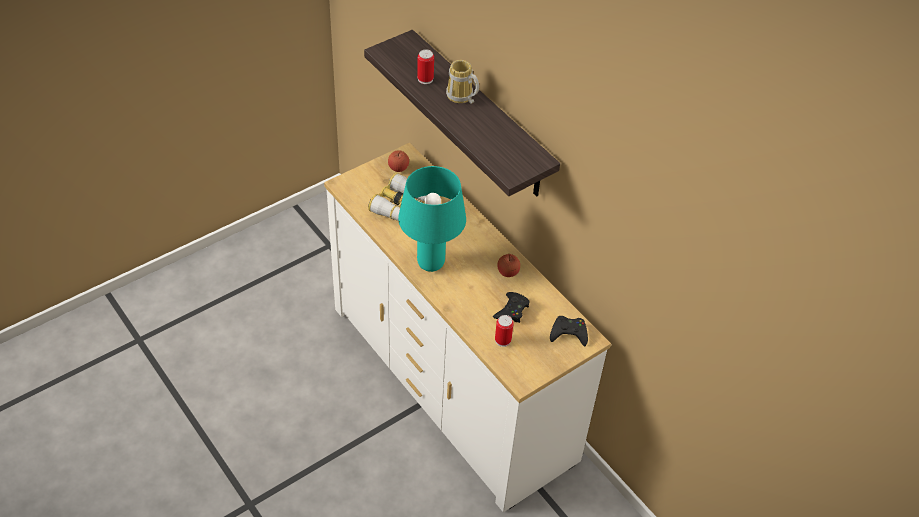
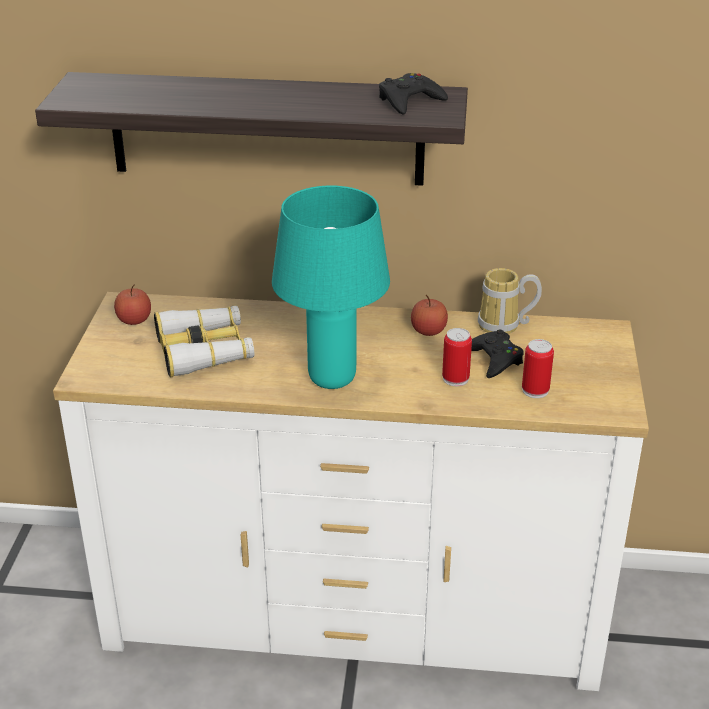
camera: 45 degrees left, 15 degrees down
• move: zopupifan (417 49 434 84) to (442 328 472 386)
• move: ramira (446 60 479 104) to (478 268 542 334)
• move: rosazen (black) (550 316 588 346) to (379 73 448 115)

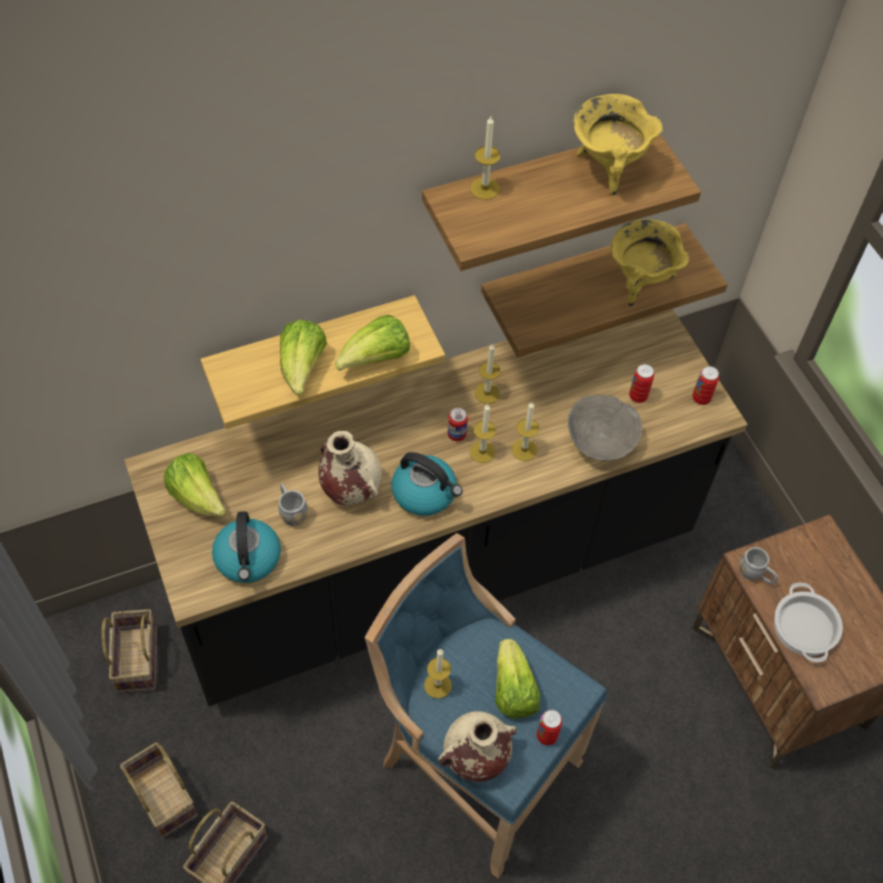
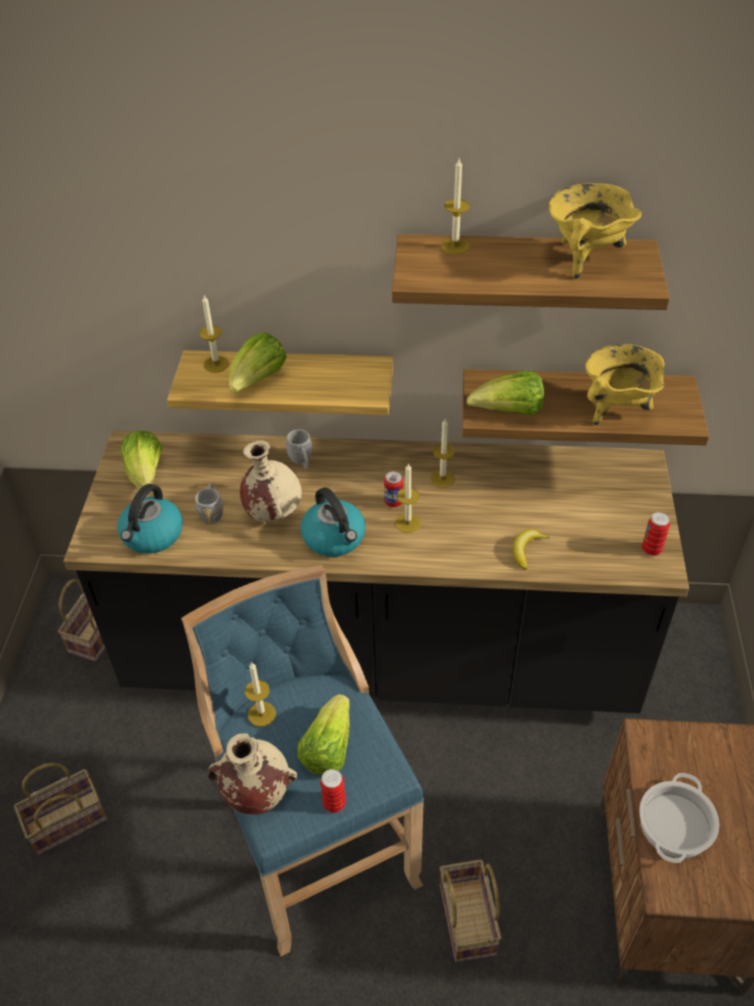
camera: 30 degrees right, 10 degrees down
• move: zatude (335 315 410 371) to (467 371 544 415)
• delete: zopupifan (629 364 654 403)
• replace: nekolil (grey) (568 395 643 461) to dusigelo (513 529 550 570)
• move: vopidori (512 402 539 461) to (200 295 229 373)
• move: ramira (grey) (739 547 778 584) to (286 429 312 469)
• move: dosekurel (120 742 198 838) to (440 859 502 962)

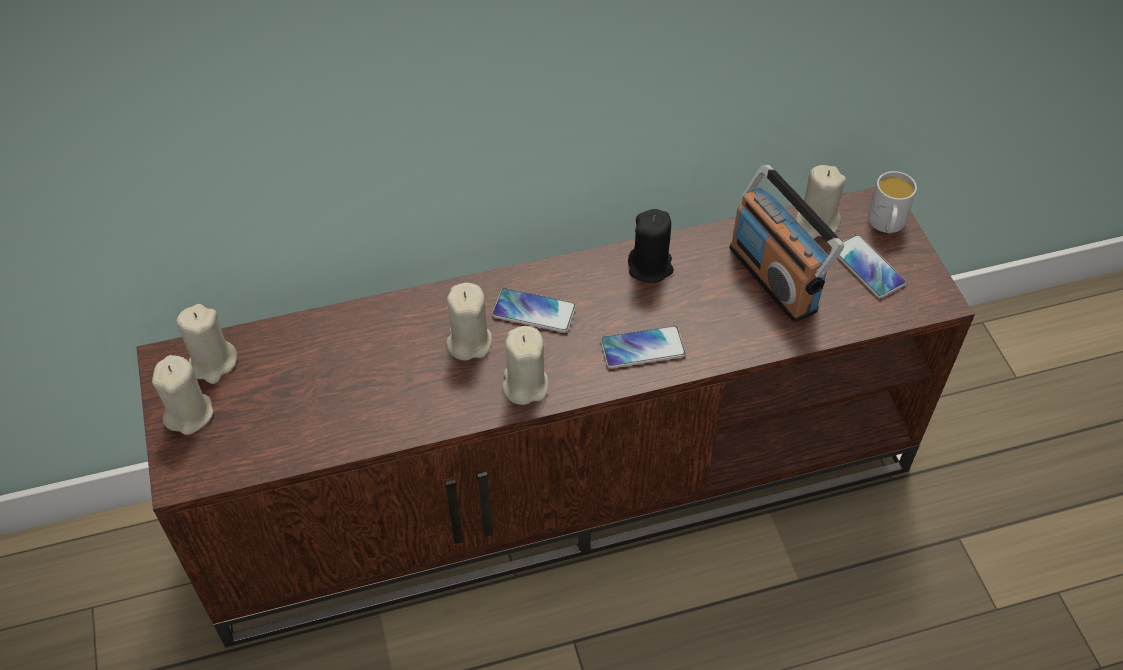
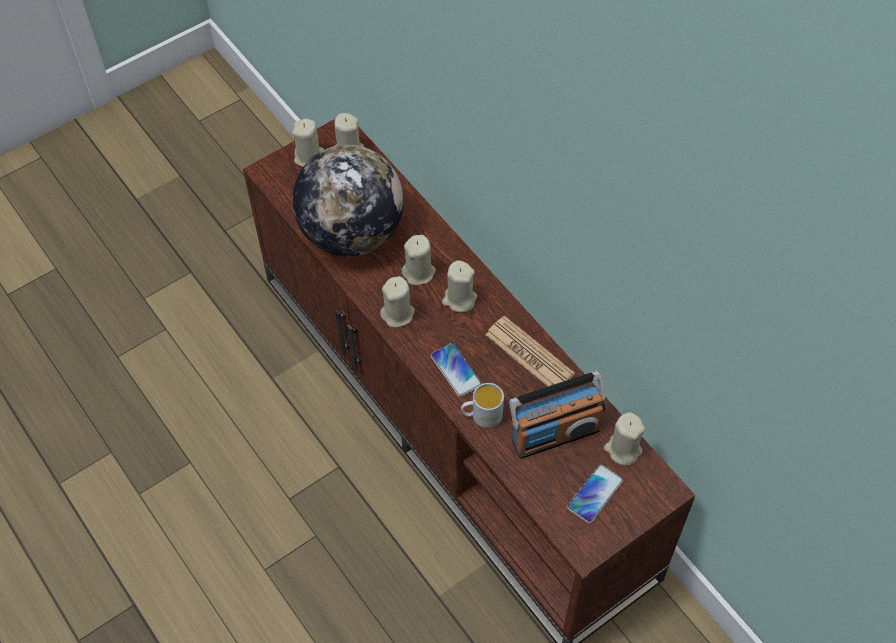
camera: 70 degrees right, 5 degrees up
• rotate: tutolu (729 165 844 323) = (509 371 605 459) 150 degrees counterclockwise
• move: ramira (white) (868 171 917 234) to (461 383 504 428)
• replace: vopidori (black) (628 209 674 283) to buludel (485 316 575 386)
• replace: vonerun (492 288 576 333) to vopidori (beige) (442 261 477 313)
• insert: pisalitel (292 145 404 257)

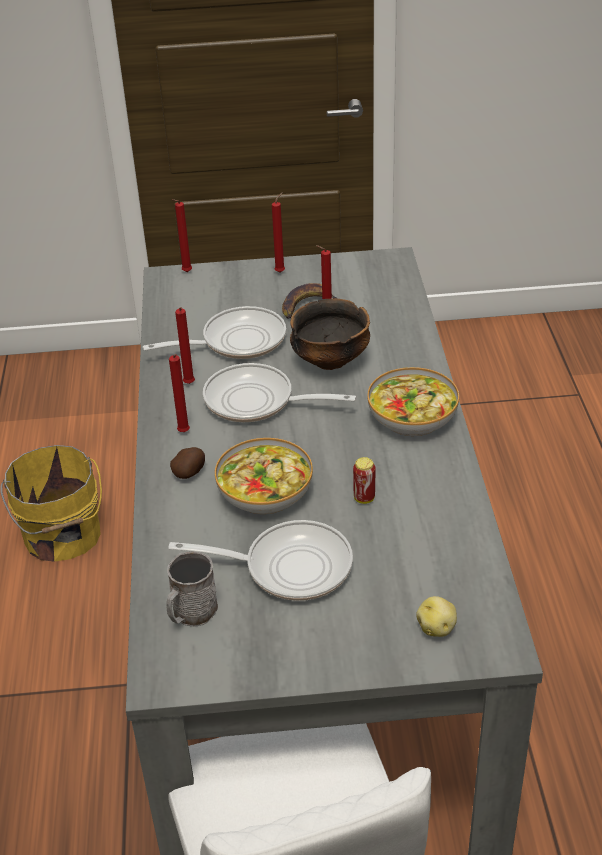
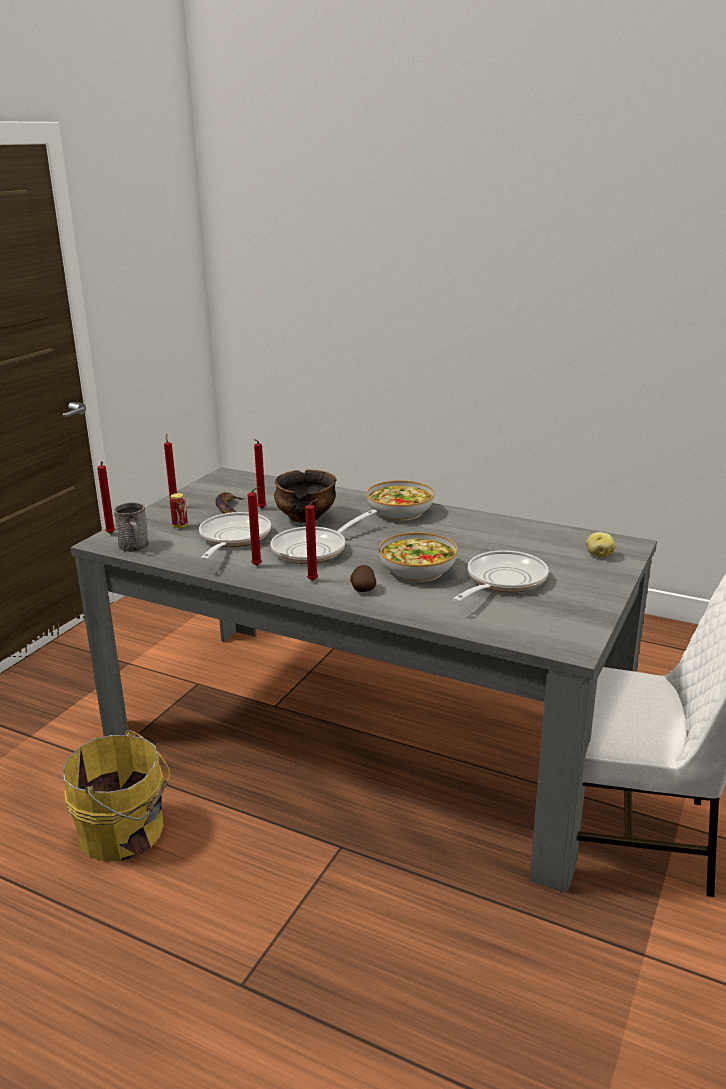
camera: 60 degrees left, 15 degrees down
• move: zopupifan (353 457 375 504) to (170 493 188 528)
• move: ramira (grey) (166 551 218 627) to (114 502 149 552)

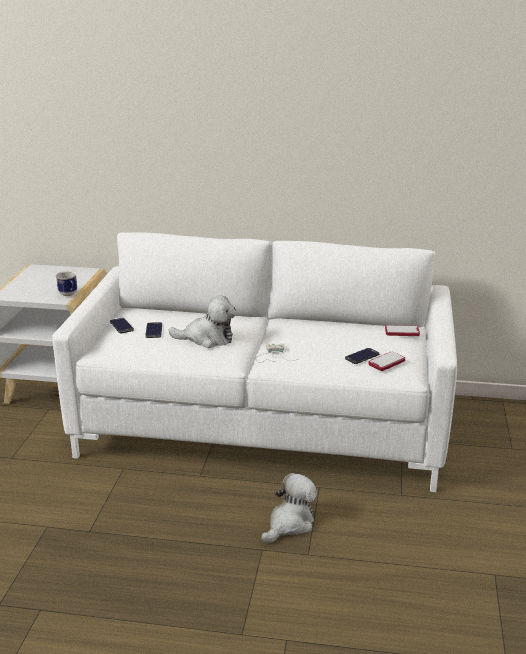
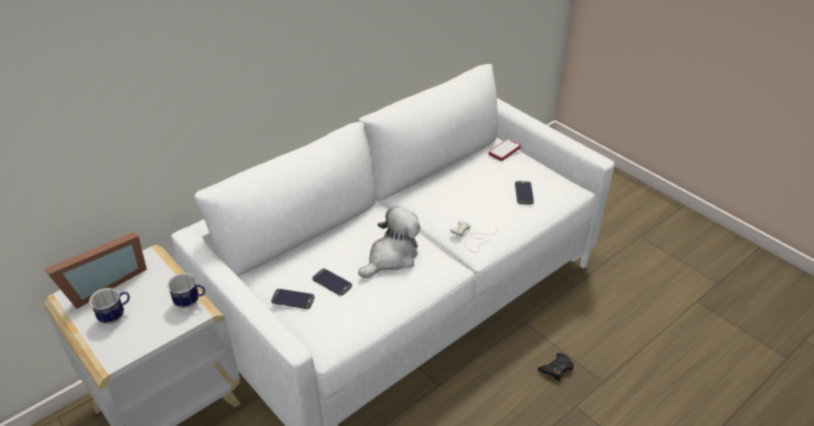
camera: 50 degrees left, 15 degrees up
• delete: vonerun (368 352 405 371)
• replace: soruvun (261 473 317 543) to rosazen (black) (538 353 574 381)
• insert: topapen (44 232 147 309)
• insert: ramira (89 288 130 325)

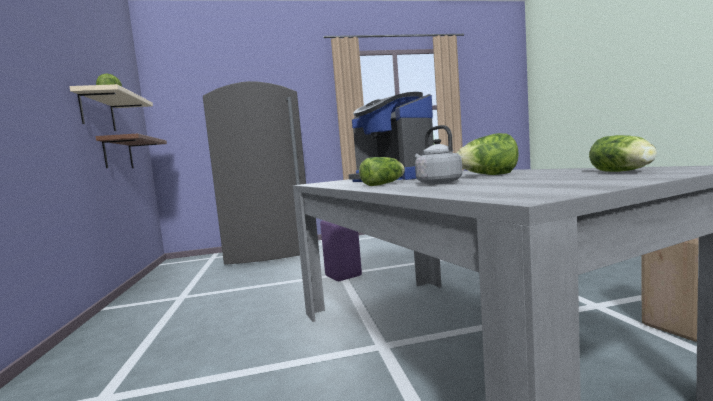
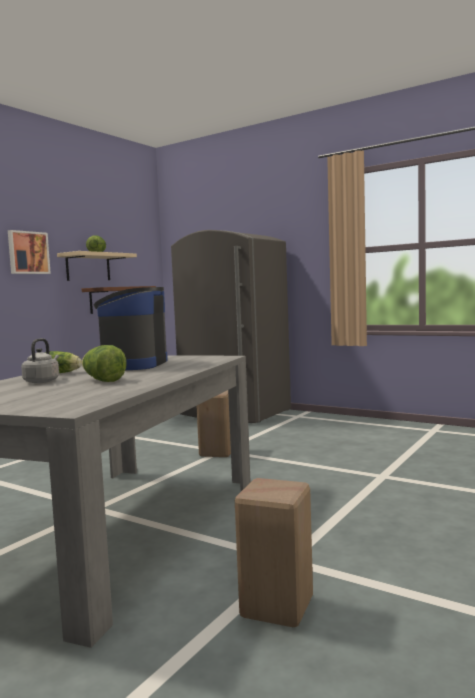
camera: 45 degrees right, 0 degrees up
• delete: zatude (589 135 657 172)
• recolor: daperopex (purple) (320 220 362 281) to daperopex (beige) (197 390 231 457)
• insert: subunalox (8 230 51 274)

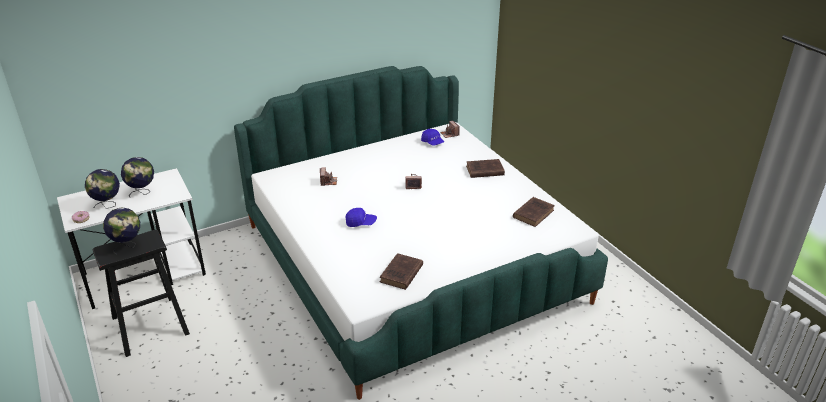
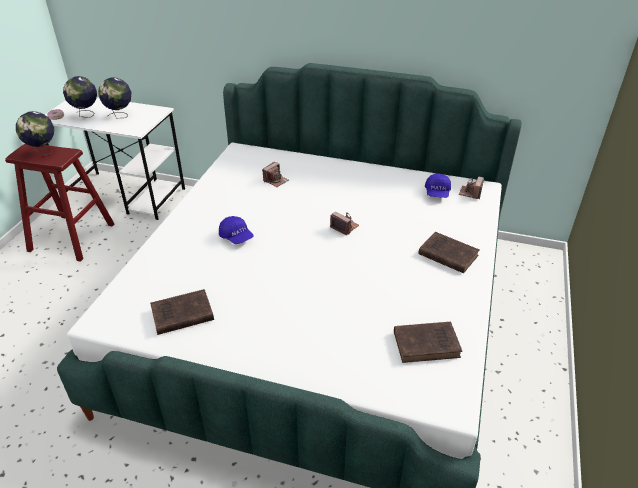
camera: 45 degrees right, 5 degrees up
• recolor: daperopex (black) (92 230 190 357) to daperopex (red) (5 144 114 262)

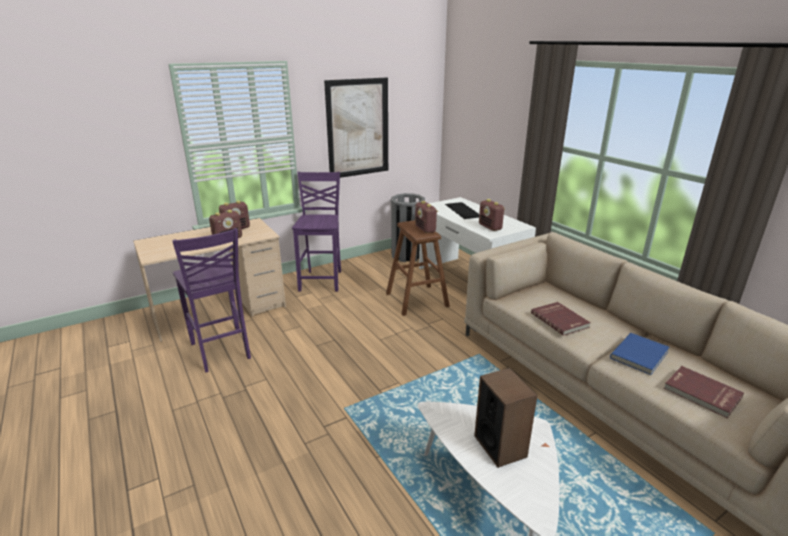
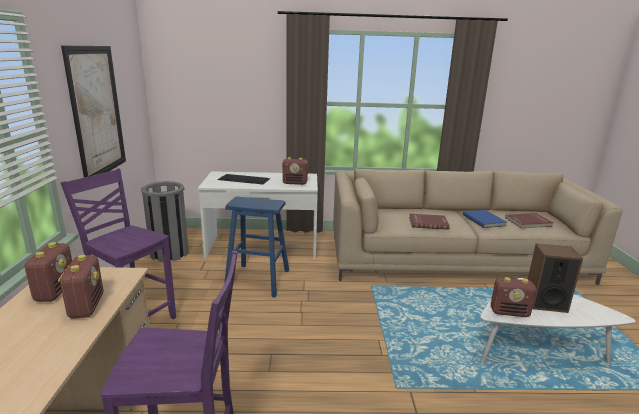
camera: 60 degrees left, 5 degrees down
• move: tutolu (415 201 438 233) to (491 277 536 317)
• recolor: daperopex (brown) (386 220 450 316) to daperopex (blue) (224 196 289 297)

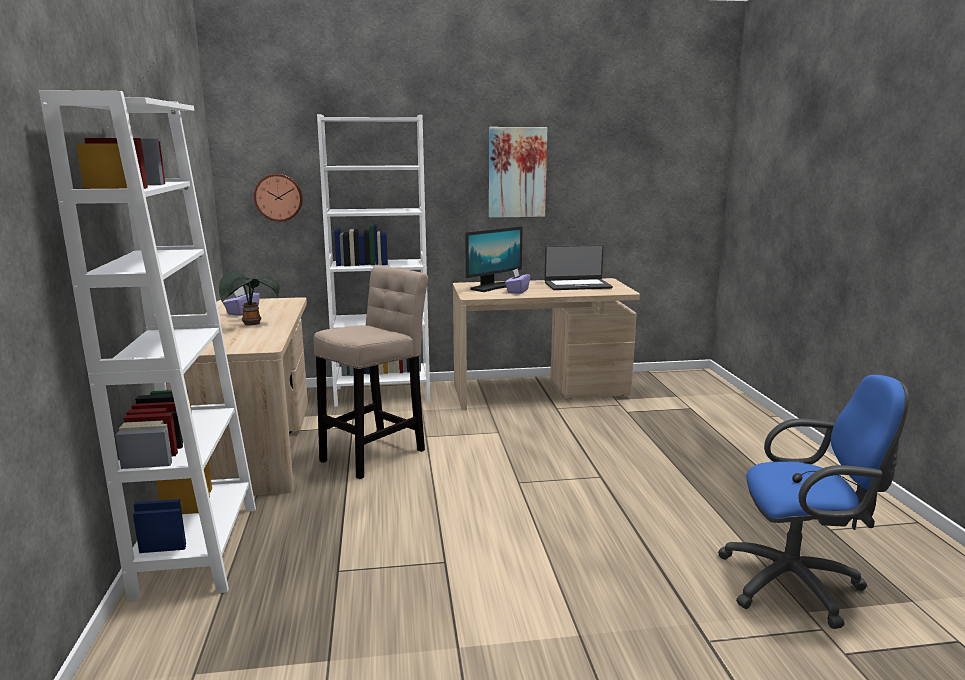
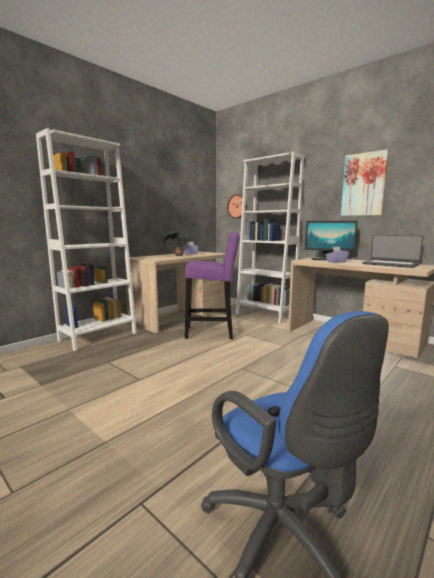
camera: 50 degrees right, 5 degrees down
• recolor: daperopex (beige) (313 265 428 479) to daperopex (purple) (185 232 240 339)

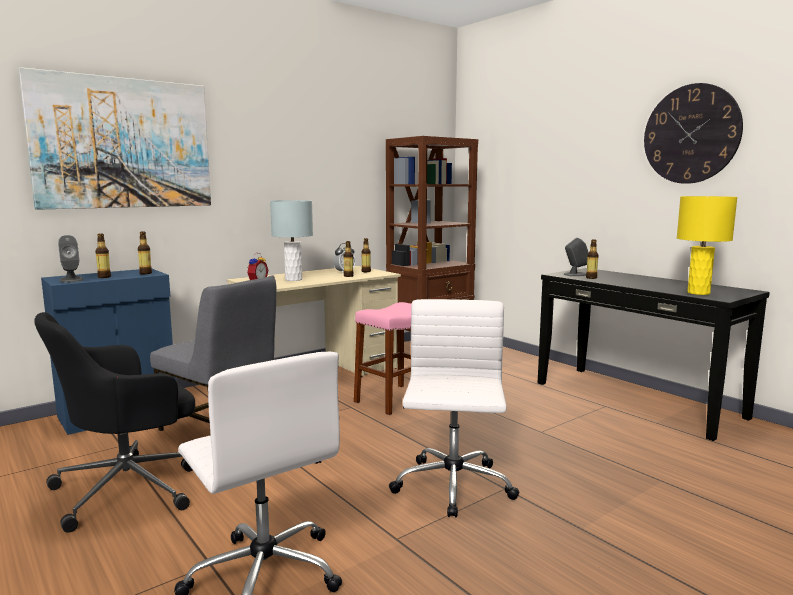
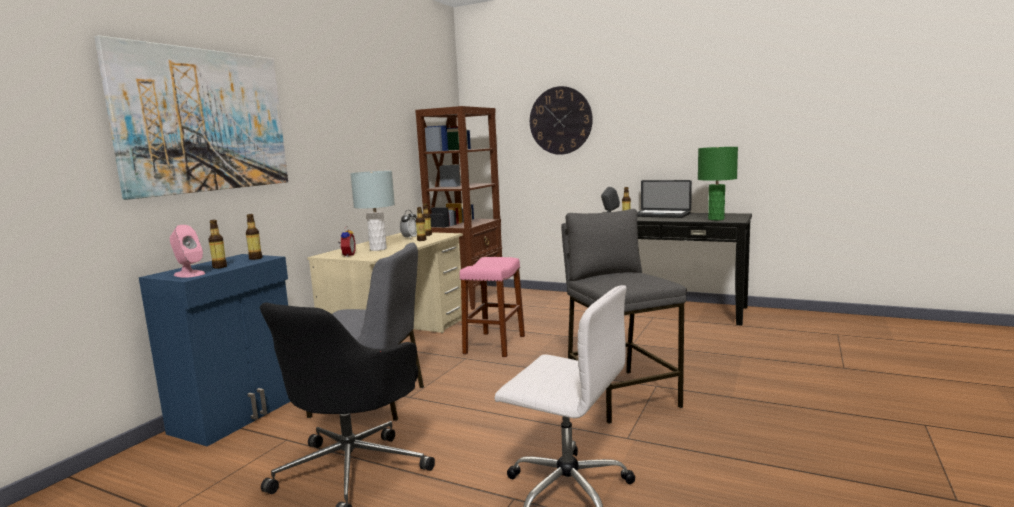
camera: 25 degrees left, 0 degrees up
• move: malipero (644 83 743 184) to (530 86 593 155)
• recolor: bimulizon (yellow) (677 196 737 295) to bimulizon (green) (698 147 738 220)
• recolor: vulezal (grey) (58 235 83 283) to vulezal (pink) (170 225 205 278)
• replace: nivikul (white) (389 299 519 518) to daperopex (grey) (561 209 687 424)
• insert: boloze (637 180 692 218)

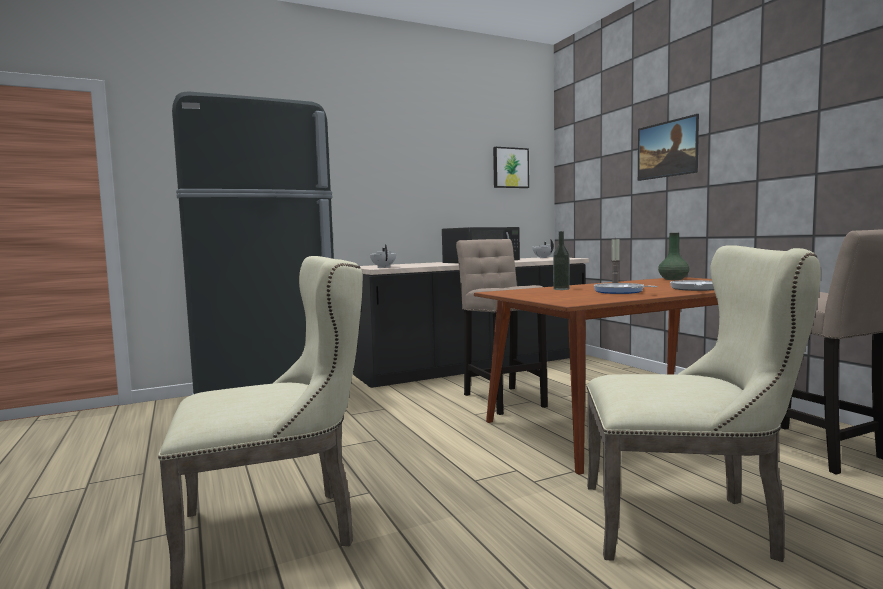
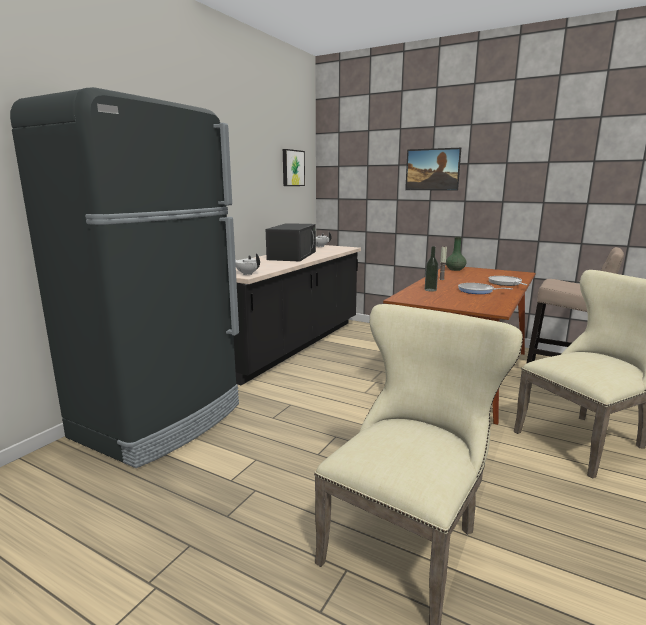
camera: 35 degrees left, 10 degrees up
• delete: daperopex (beige) (456 239 548 415)

